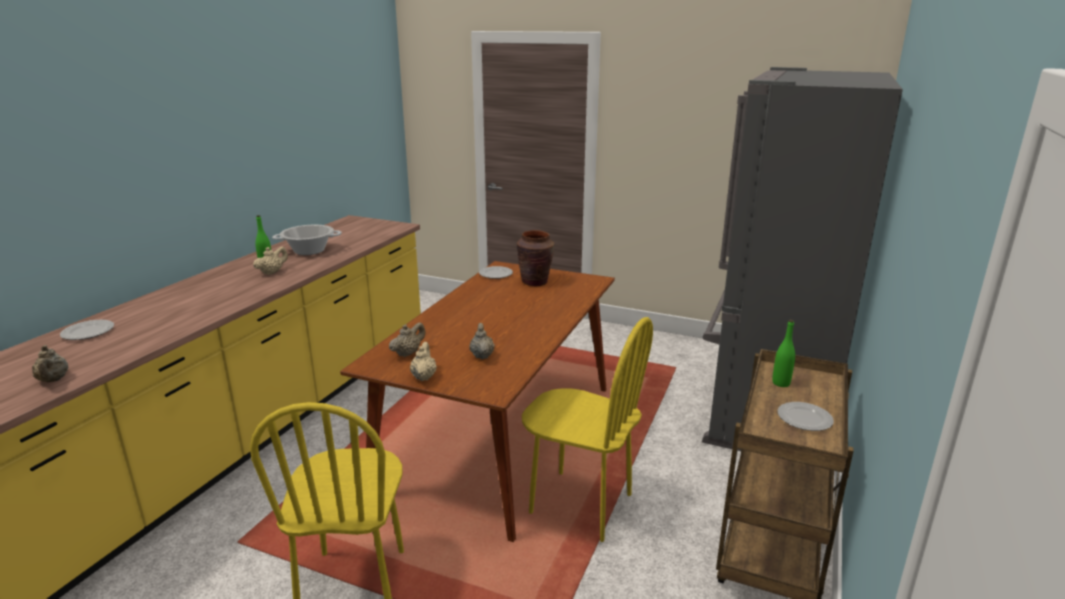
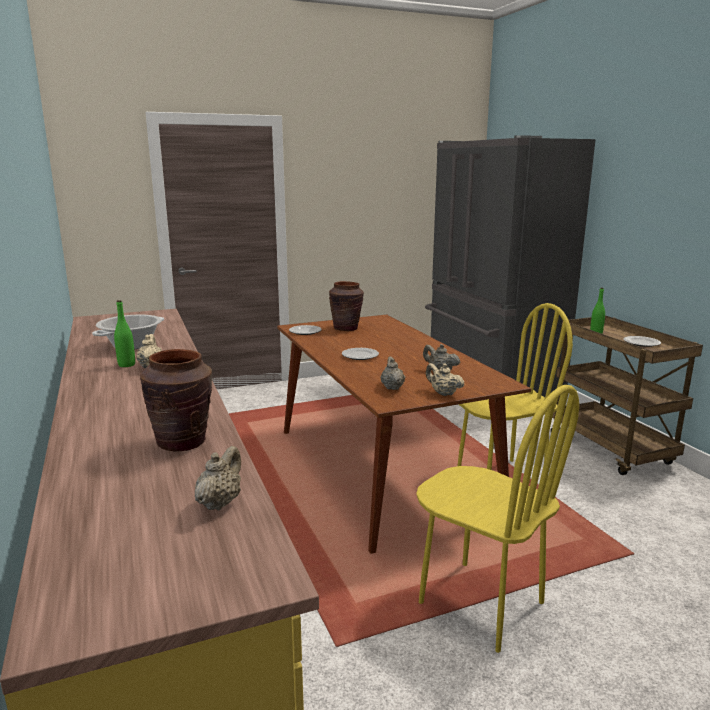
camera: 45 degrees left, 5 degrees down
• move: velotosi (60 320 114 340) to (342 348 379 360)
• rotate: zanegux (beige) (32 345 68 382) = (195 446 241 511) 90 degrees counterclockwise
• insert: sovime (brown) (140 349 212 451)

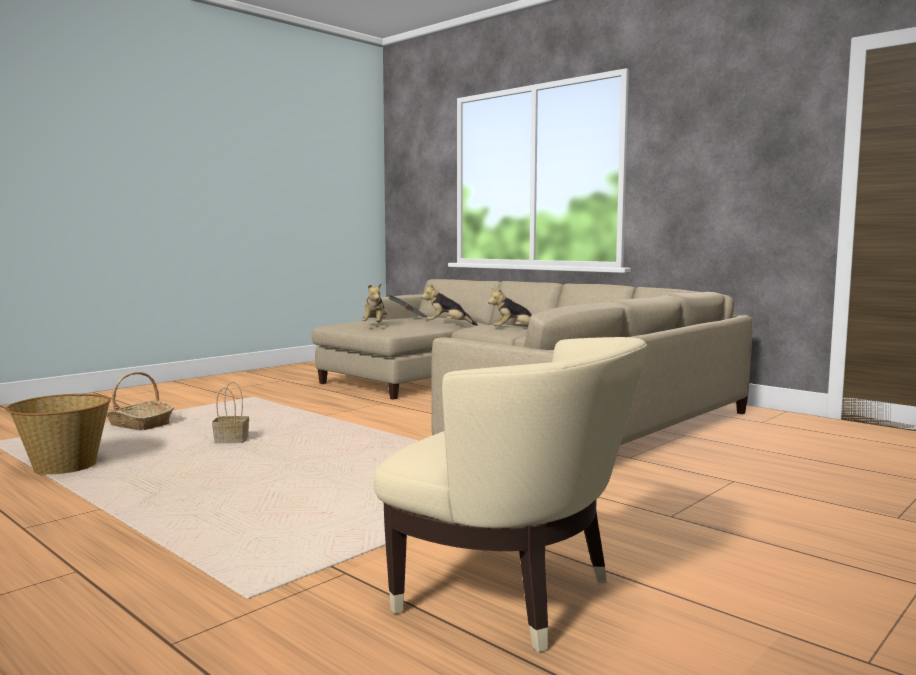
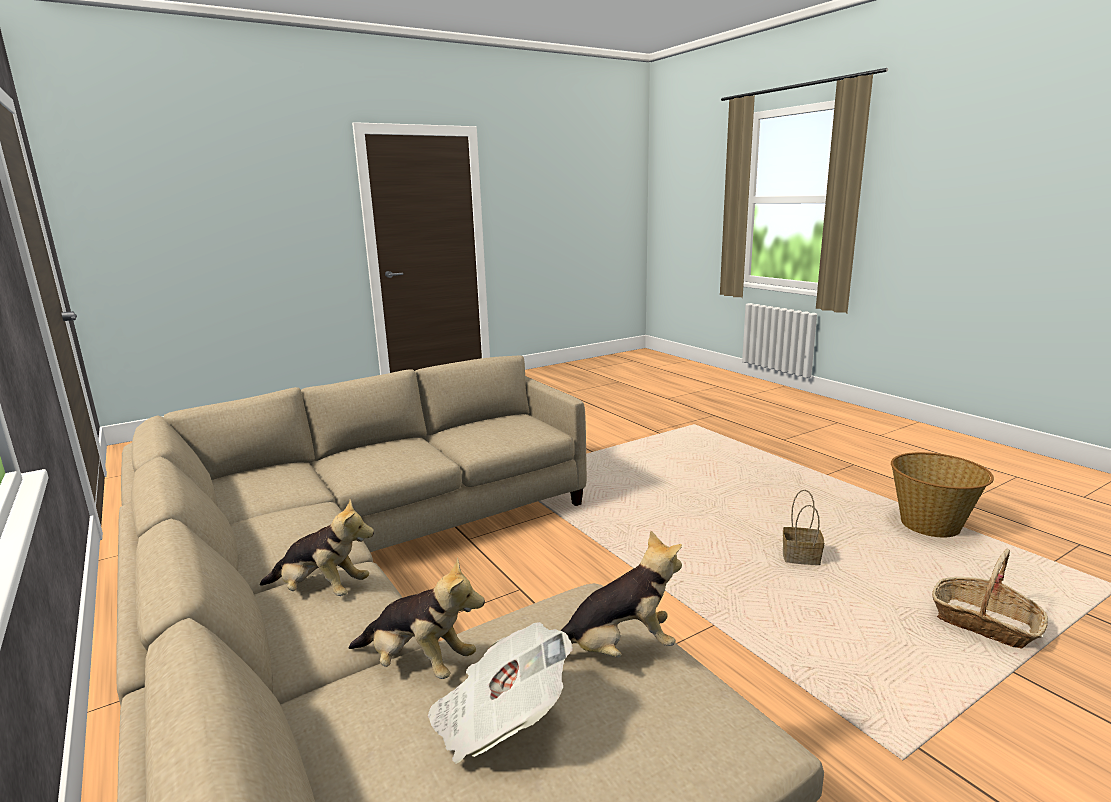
camera: 165 degrees left, 10 degrees up
• rotate: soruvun (362 283 388 322) = (560 531 682 658) 60 degrees clockwise
• delete: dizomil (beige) (374 337 647 652)

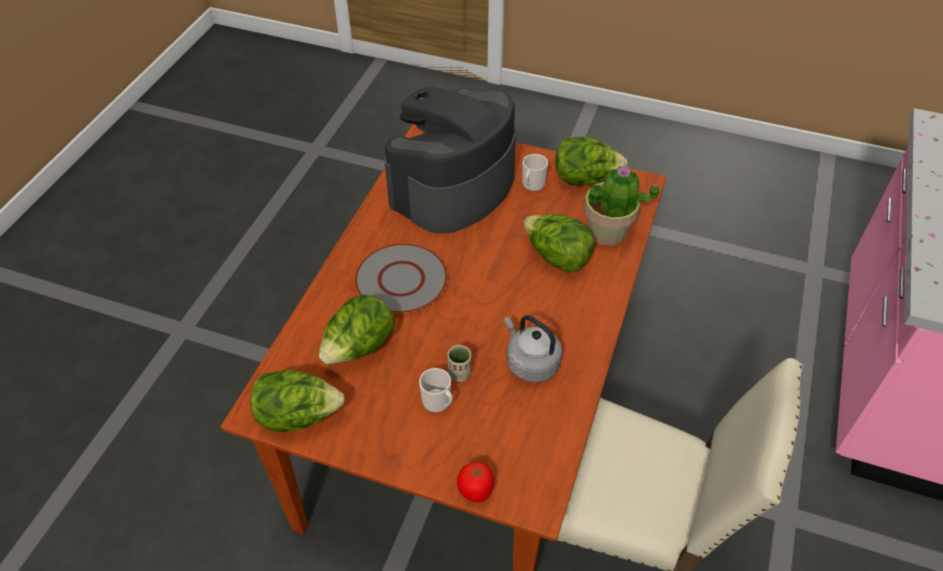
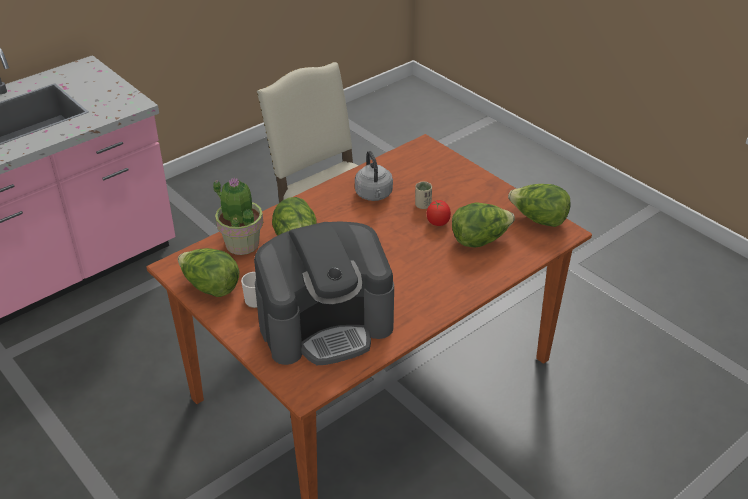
camera: 150 degrees left, 10 degrees down
• delete: velotosi (grey) (355 243 448 313)
• delete: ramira (419 368 453 413)
• move: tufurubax (457 462 494 502) to (427 200 451 226)

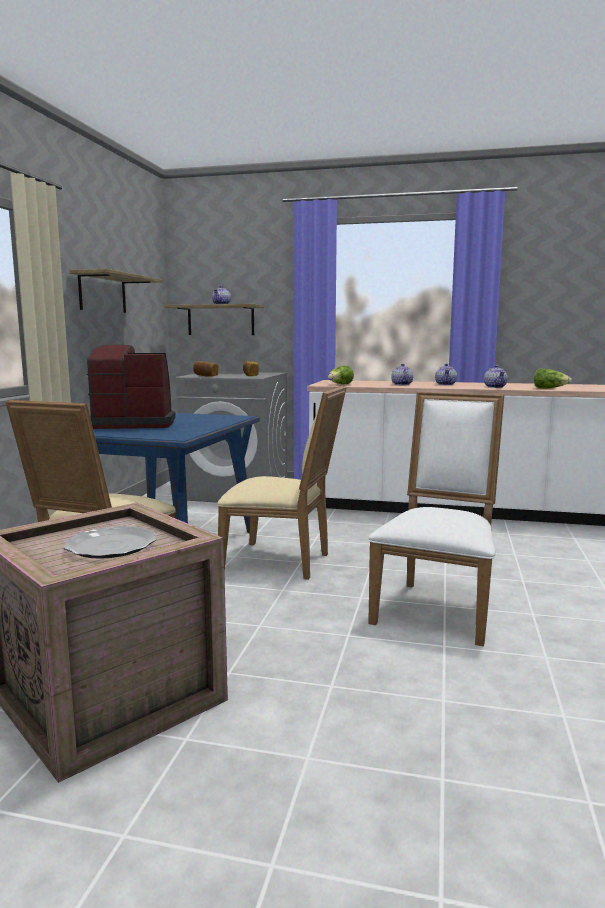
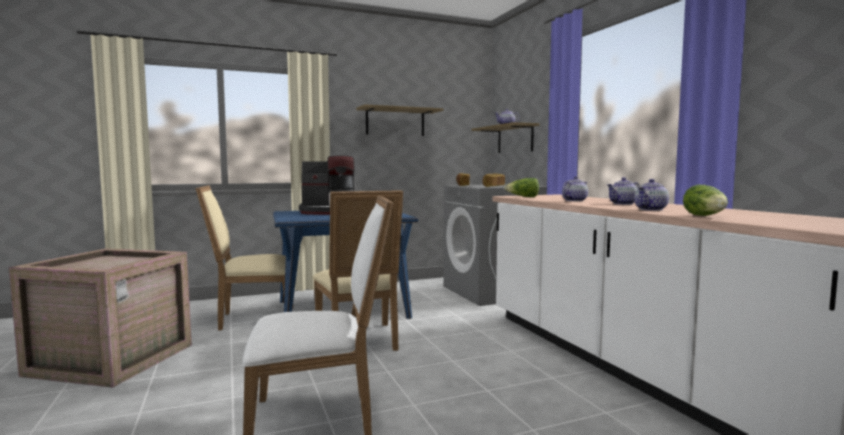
camera: 55 degrees right, 5 degrees down
• rotate: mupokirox (87 345 176 429) = (299 156 355 215) 120 degrees clockwise
• delete: velotosi (63 526 156 559)

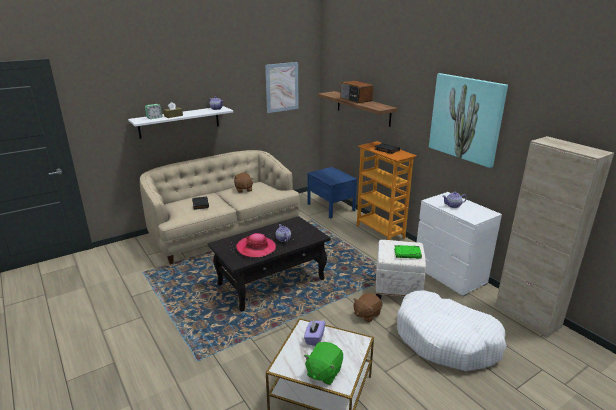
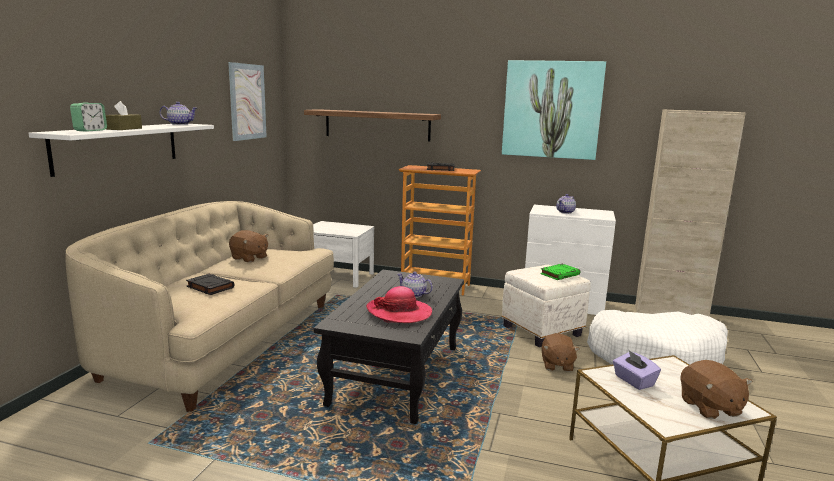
camera: 40 degrees left, 10 degrees down
• delete: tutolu (340 81 373 103)
• recolor: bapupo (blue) (307 167 357 218) to bapupo (white) (313 221 374 288)
• recolor: soruvun (green) (304 342 343 385) to soruvun (brown) (680 360 753 419)

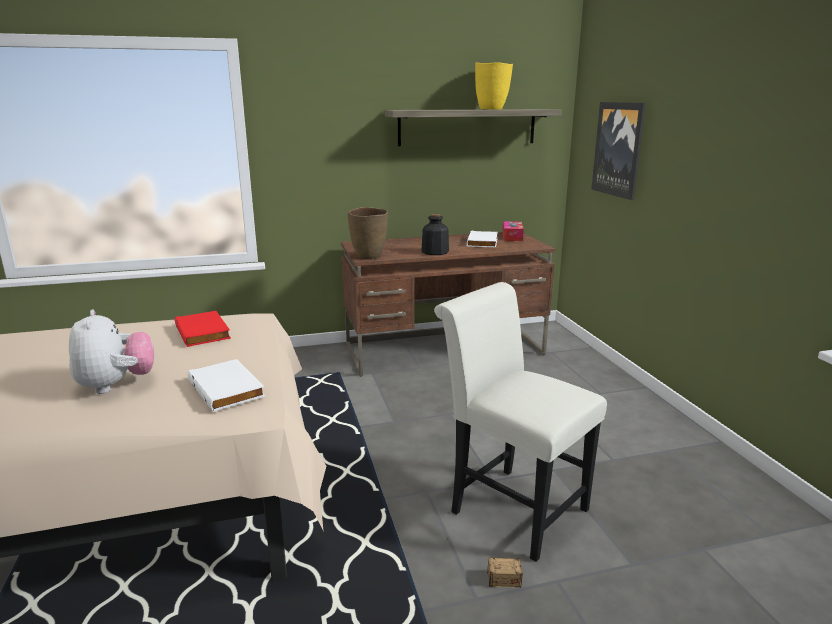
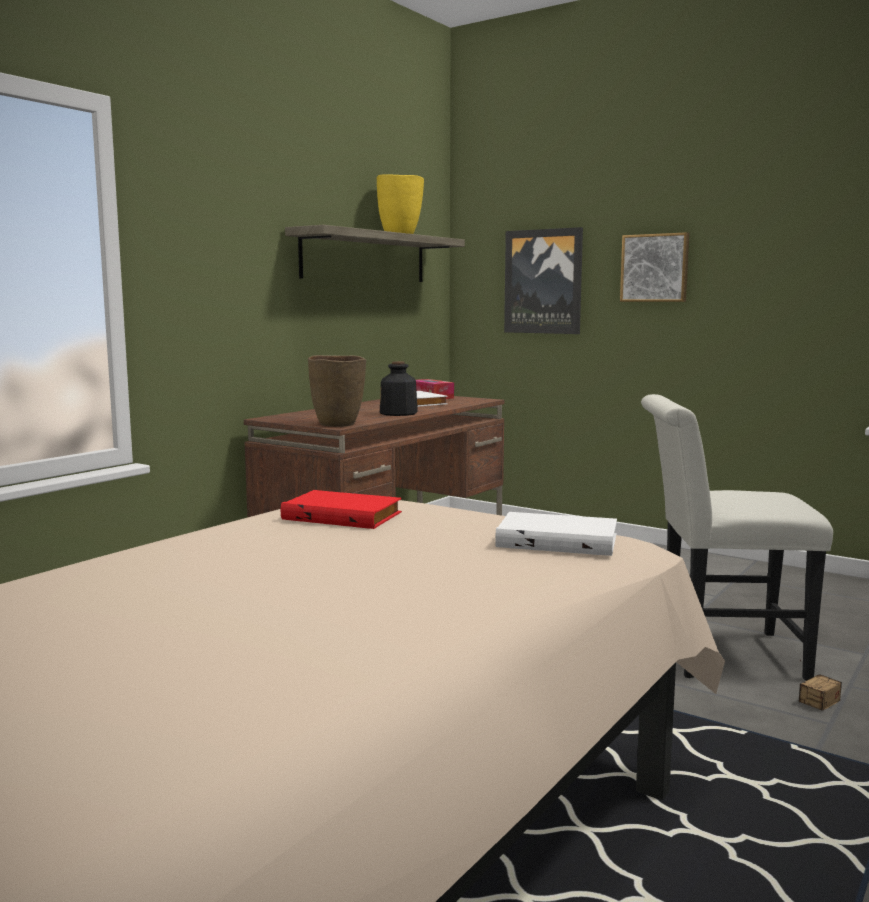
camera: 40 degrees left, 10 degrees down
• delete: soruvun (69 309 154 394)
• insert: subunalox (620 232 689 302)

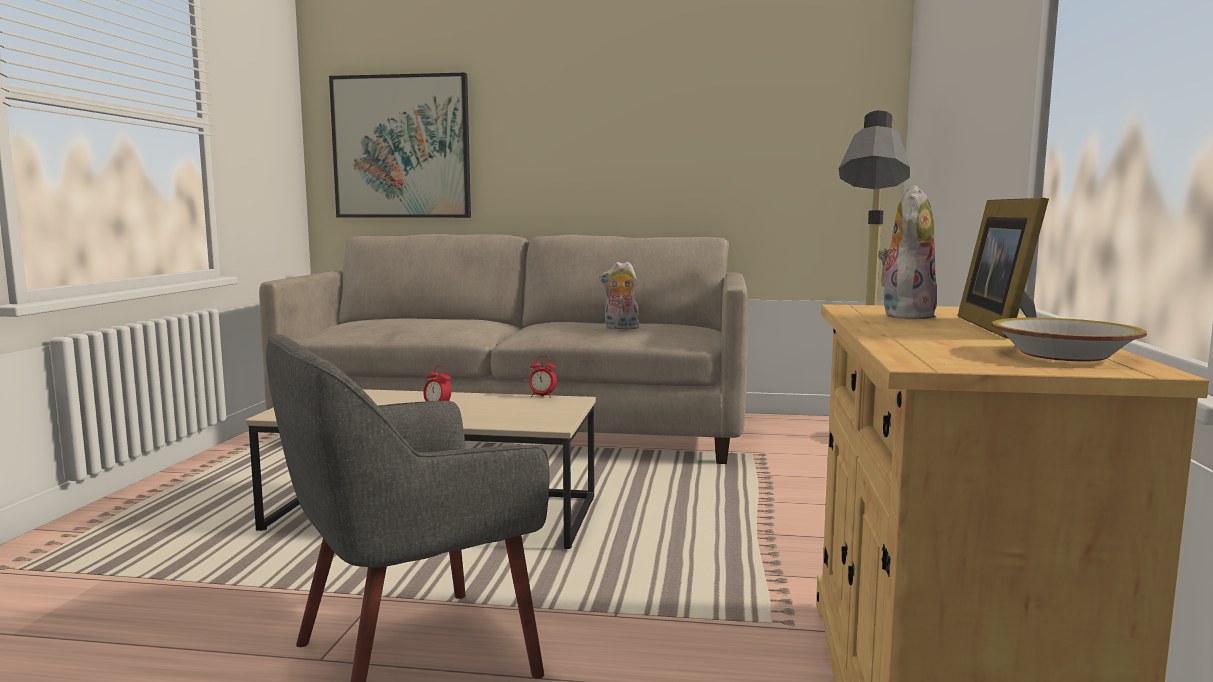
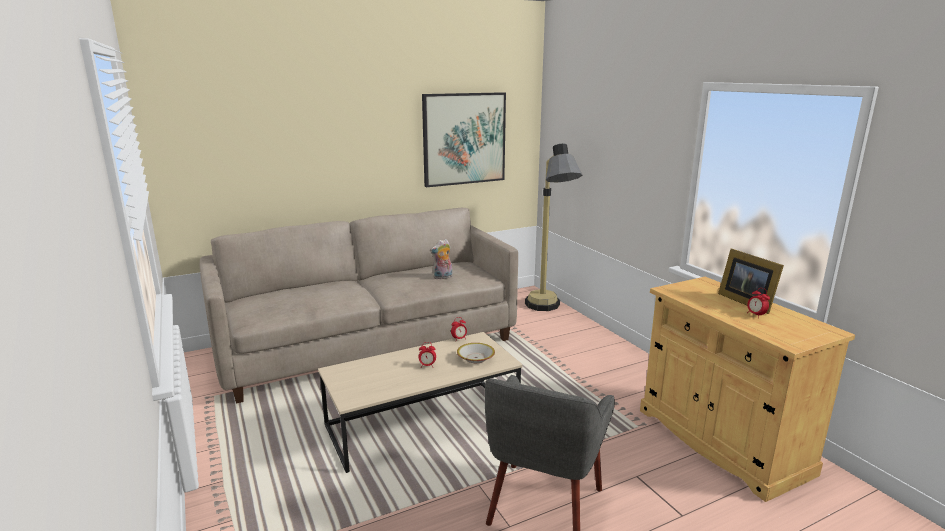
camera: 35 degrees left, 10 degrees up
• move: subunalox (329 73 471 218) to (422 92 506 187)
• delete: soruvun (878 184 937 320)
• move: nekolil (991 318 1147 362) to (457 343 495 363)
• insert: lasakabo (747 288 770 318)

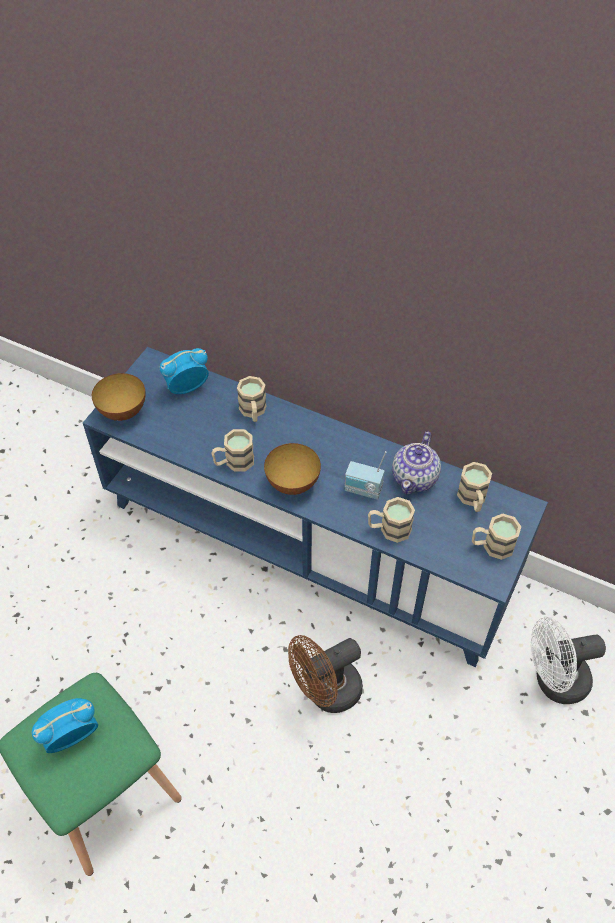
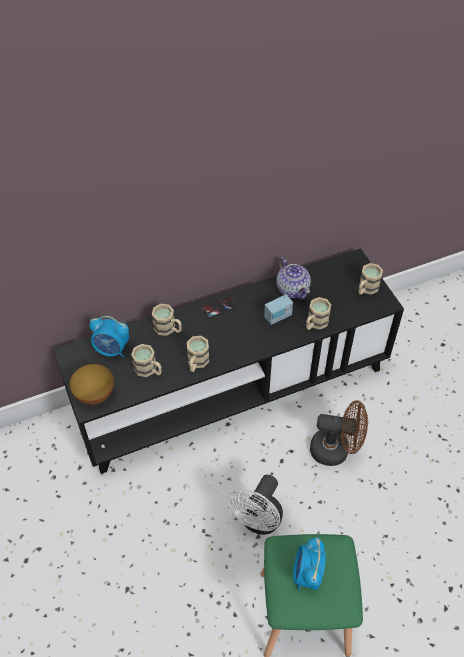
camera: 50 degrees left, 0 degrees up
• recolor: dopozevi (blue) (83 347 548 667) to dopozevi (black) (53 248 404 474)
• rotate: lasakabo (160 348 209 394) = (89 316 129 357) 90 degrees counterclockwise
• delete: nekolil (264 443 321 495)
• move: ramira (beige) (457 462 492 512) to (131 344 162 377)
• move: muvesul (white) (531 617 606 704) to (228 475 283 535)
• rotate: muvesul (brown) (288 635 363 713) = (310 400 368 466) 90 degrees counterclockwise
• insert: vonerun (202 296 238 318)

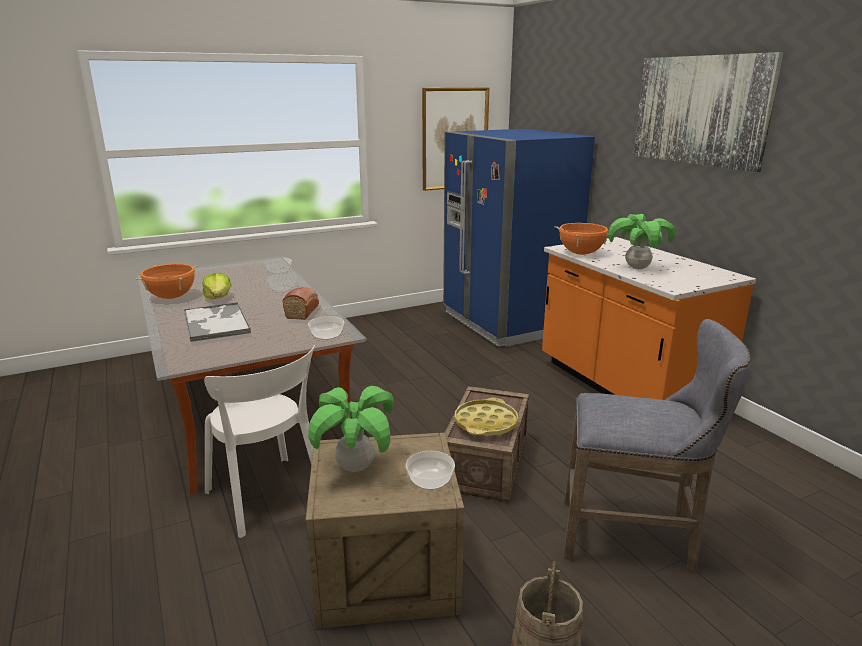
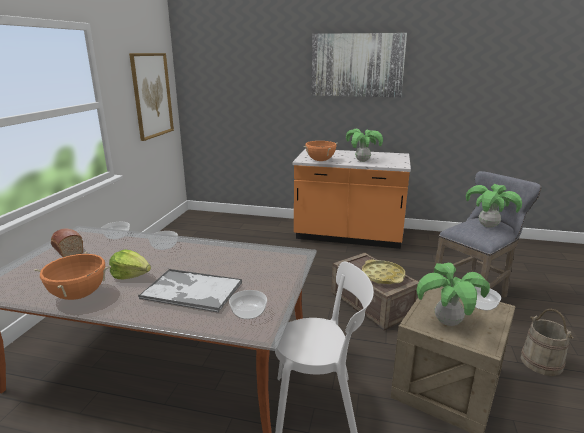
camera: 50 degrees left, 0 degrees up
• delete: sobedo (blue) (443 129 595 347)
• move: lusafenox (282 287 319 320) to (51 229 83 257)
• move: nekolil (308 316 344 340) to (229 290 267 319)
• insert: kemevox (466 184 522 228)

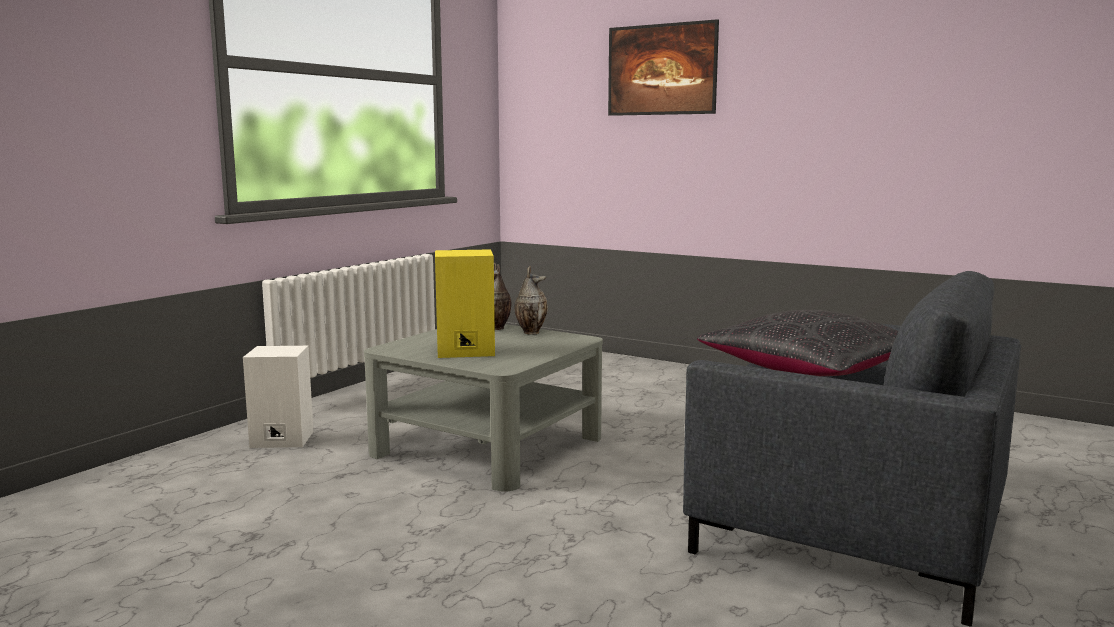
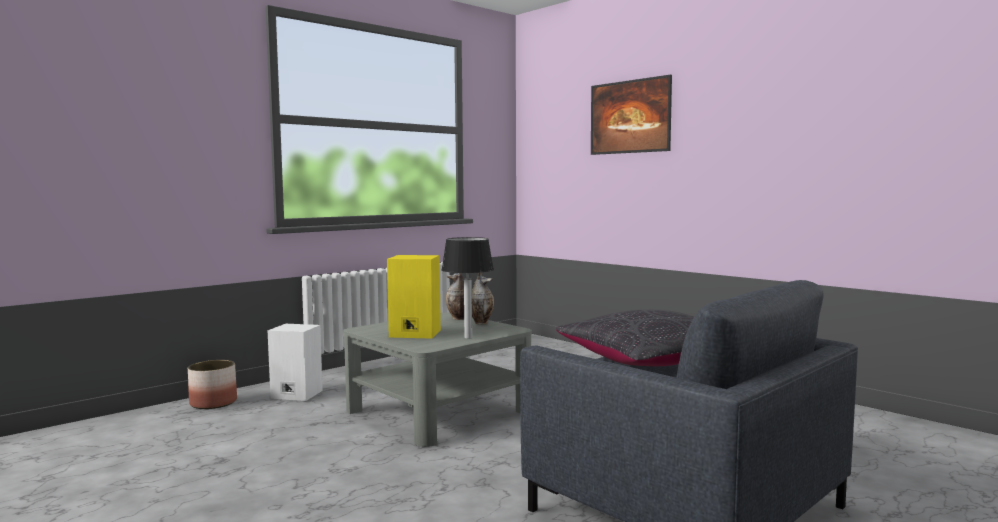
camera: 15 degrees right, 5 degrees down
• insert: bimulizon (441 237 494 339)
• insert: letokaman (188 360 237 409)

